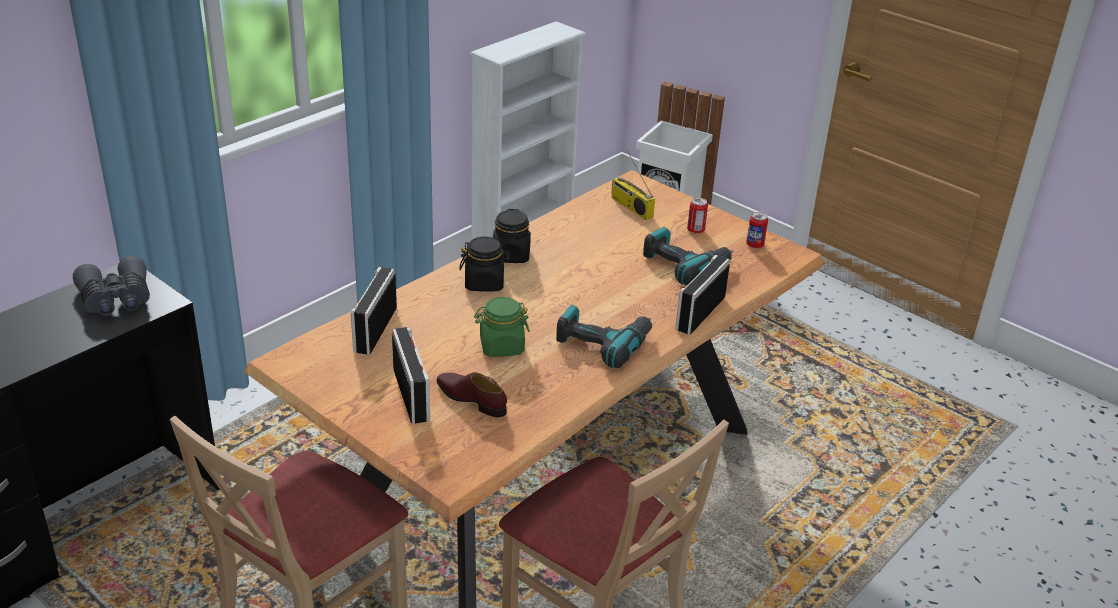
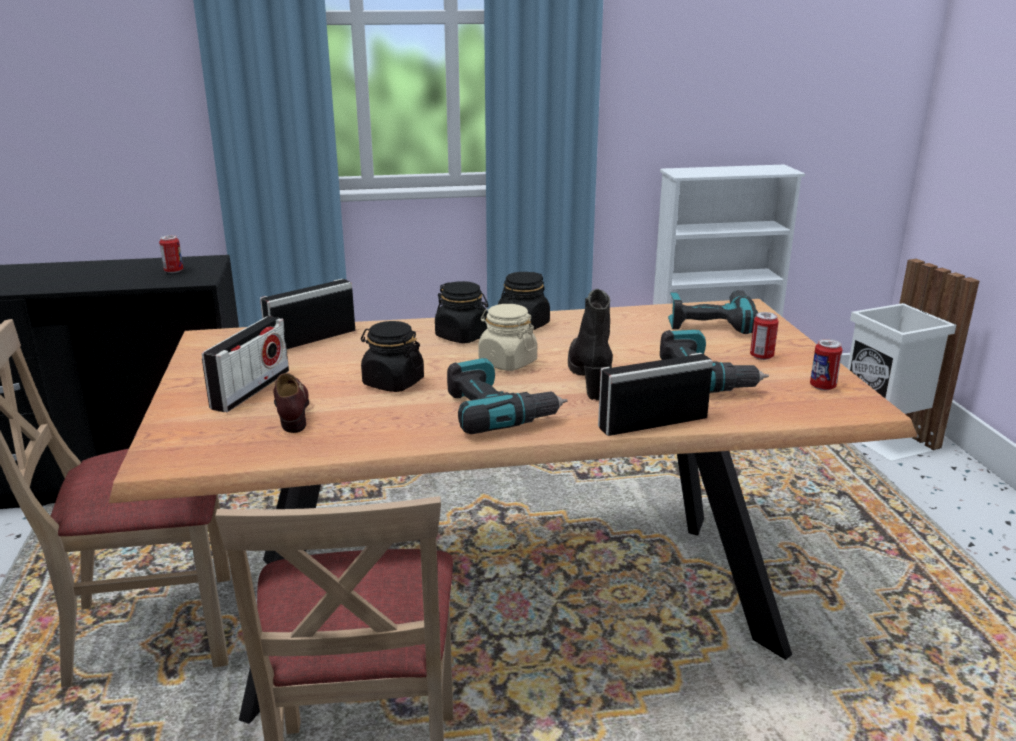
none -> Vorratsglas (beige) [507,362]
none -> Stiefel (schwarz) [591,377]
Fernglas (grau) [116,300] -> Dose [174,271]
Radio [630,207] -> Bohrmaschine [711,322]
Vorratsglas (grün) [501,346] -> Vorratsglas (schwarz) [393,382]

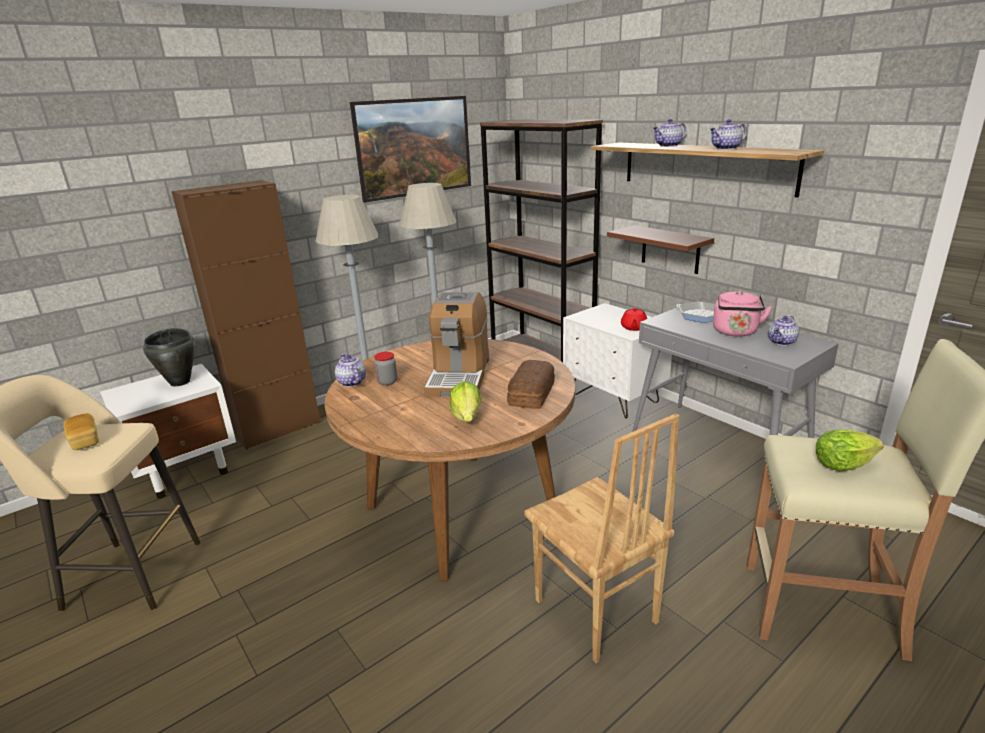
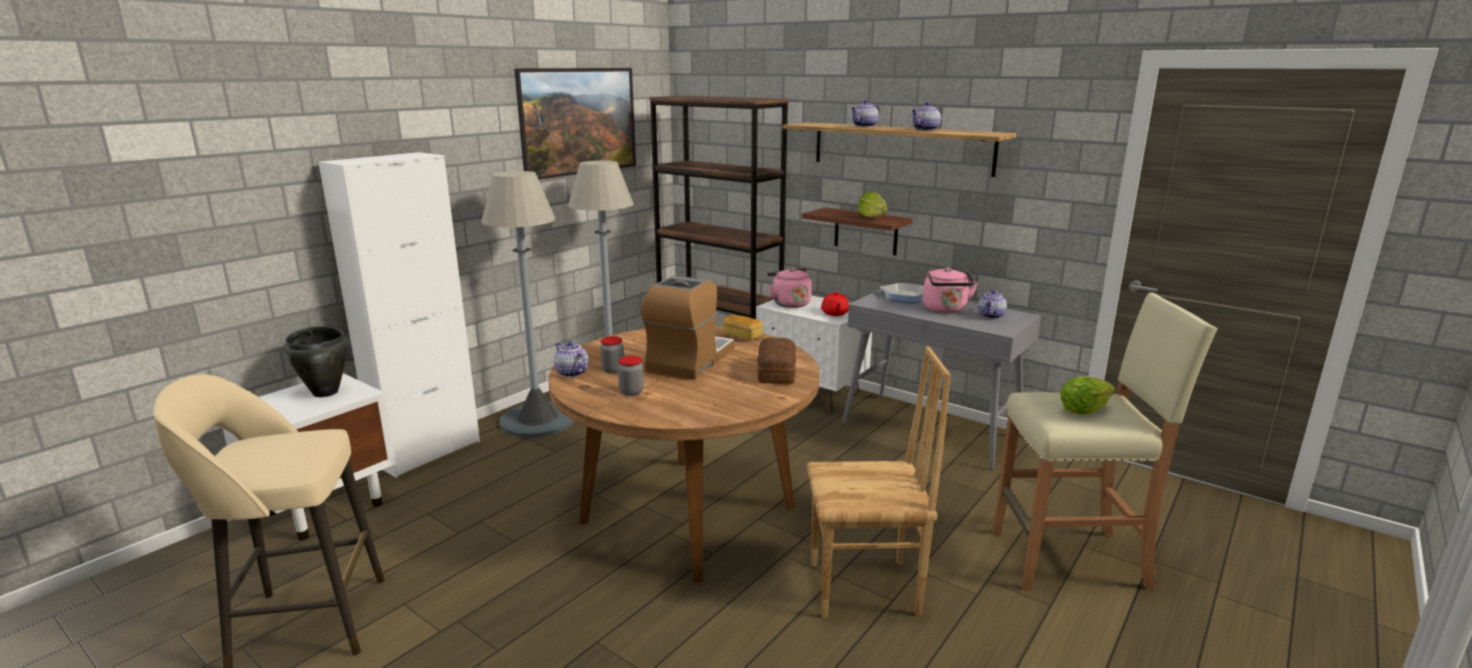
none -> Vorratsglas [631,392]
none -> Wasserkessel (rosa) [789,303]
Brot [85,441] -> Brot [742,336], move
Salatkopf [467,417] -> Salatkopf [872,217], move
Schrank (braun) [278,429] -> Schrank (weiß) [428,452]
Kaffeemaschine [459,376] -> Kaffeemaschine [690,360], 150 degrees counterclockwise
Stuhl (braun) [594,613] -> Stuhl (braun) [865,589], 45 degrees counterclockwise

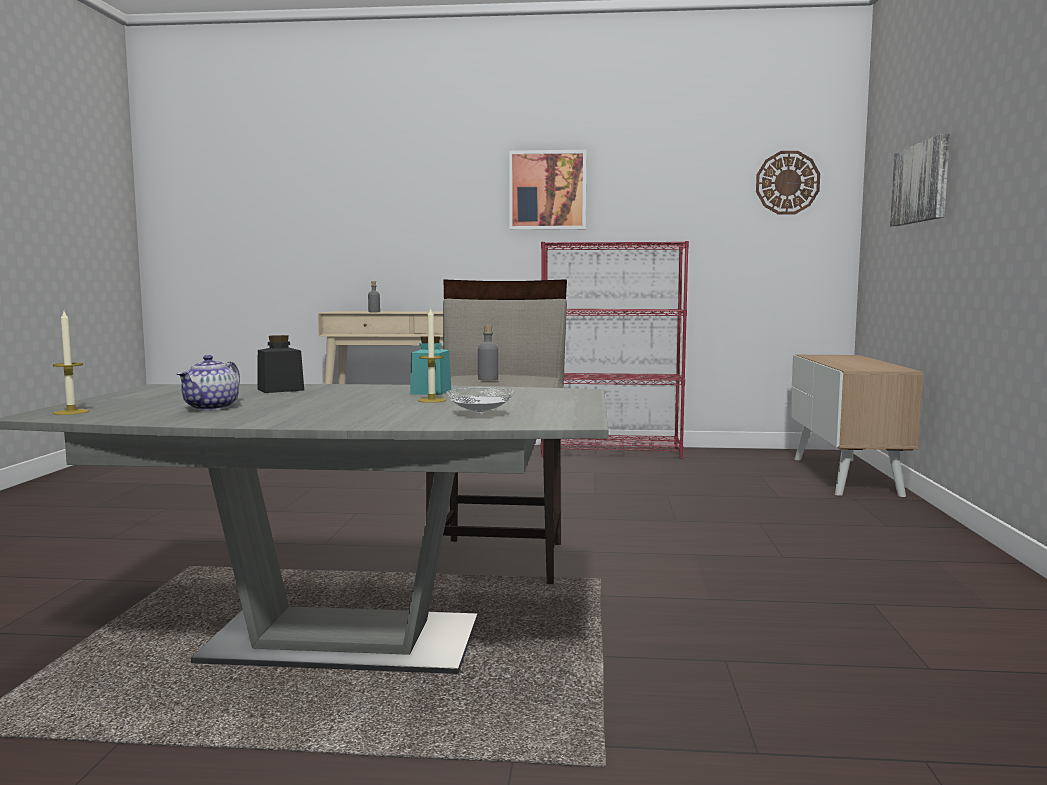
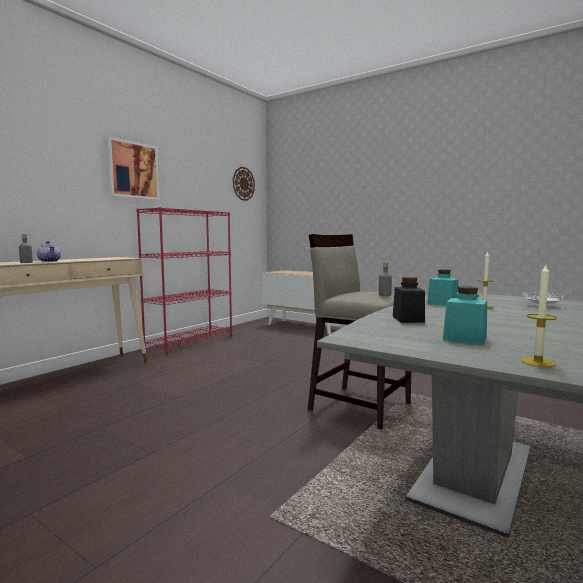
Bild [921,183] -> none
none -> Vorratsglas (türkis) [464,338]
Teekanne [211,407] -> Teekanne [50,261], move

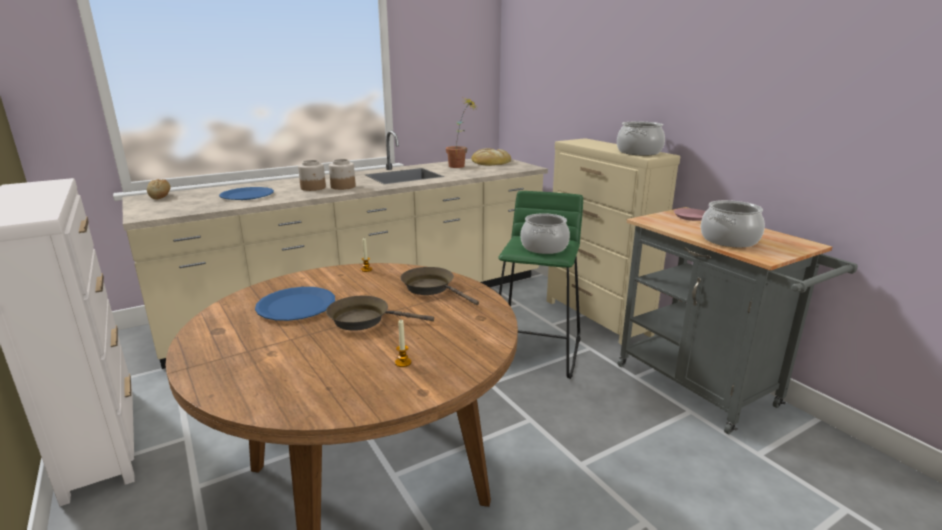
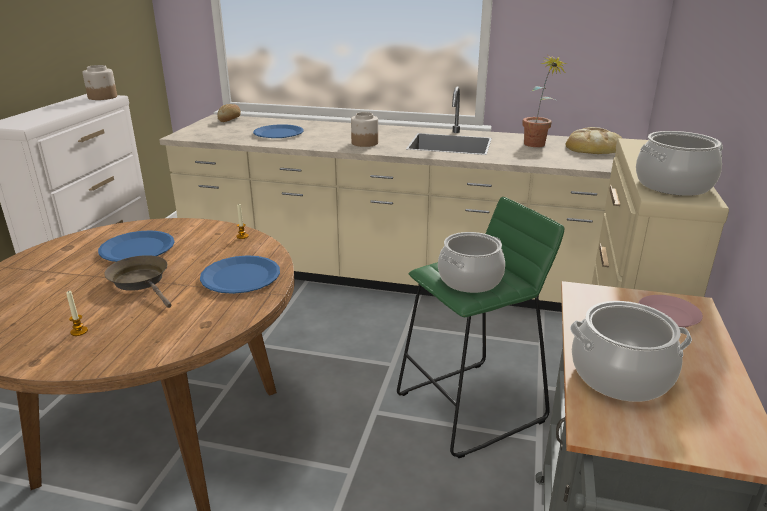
Vorratsglas [313,188] -> Vorratsglas [102,97], move
Pfanne (braun) [431,288] -> Teller (blau) [241,276]

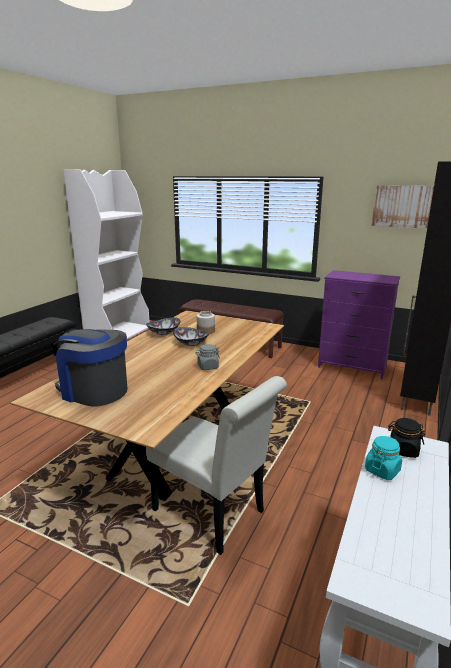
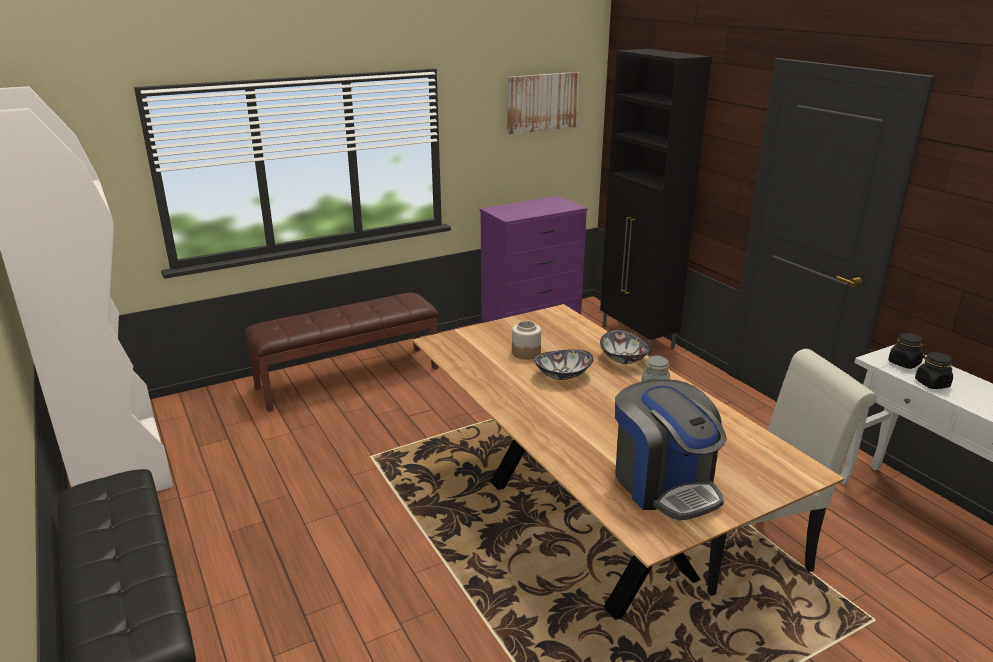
Schüssel [164,333] -> Schüssel [624,359], move
Vorratsglas (türkis) [382,470] -> Vorratsglas (schwarz) [931,383]
Kaffeemaschine [94,391] -> Kaffeemaschine [664,484], 90 degrees counterclockwise

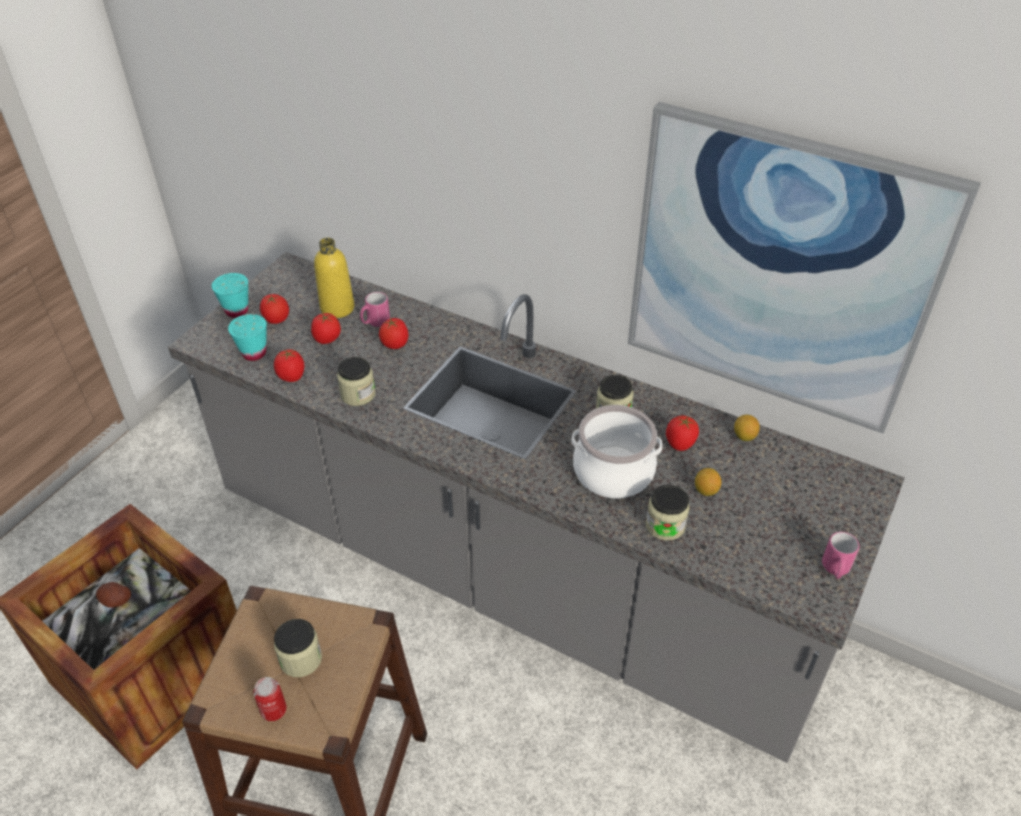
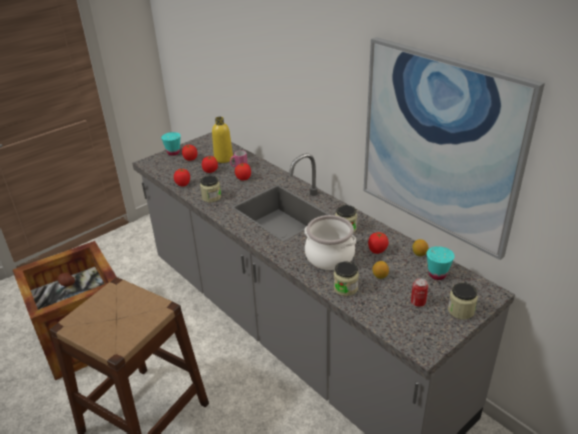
Henkelbecher (rosa) [835,569] -> none
Tasse (türkis) [254,353] -> Tasse (türkis) [437,274], move
Dose [273,710] -> Dose [418,302], move
Vorratsglas [301,659] -> Vorratsglas [460,310], move

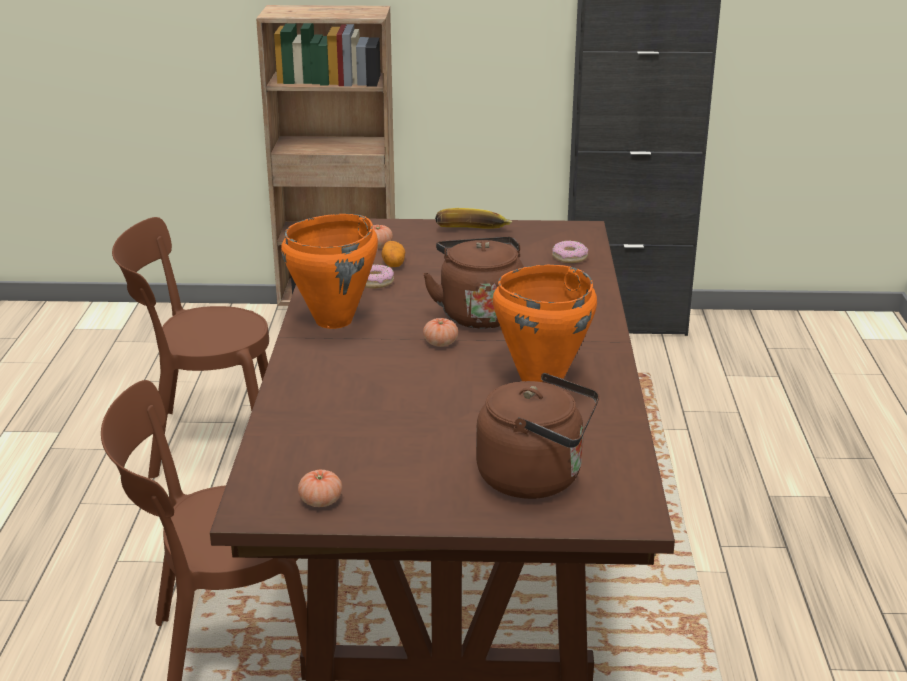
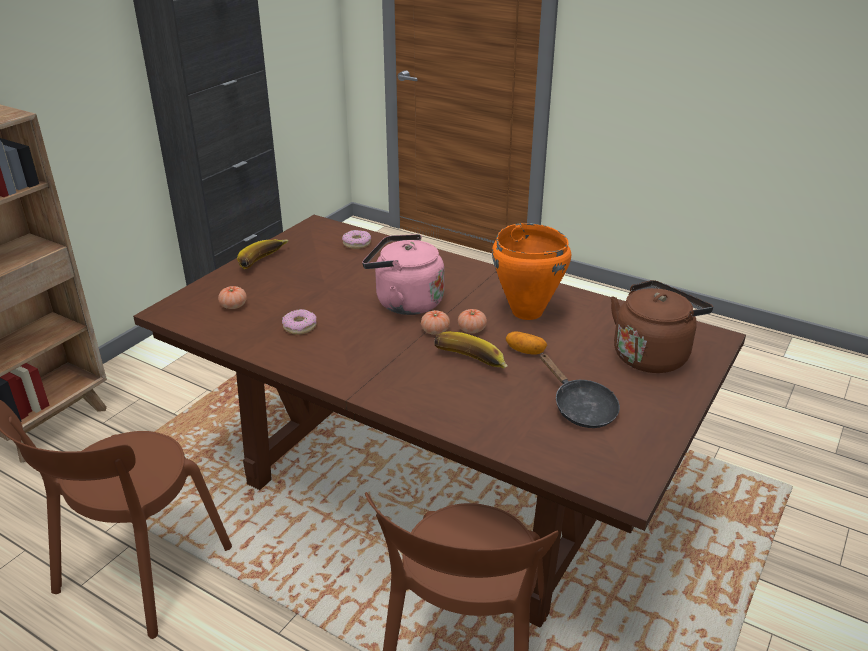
Kochtopf (orange) [334,320] -> none
none -> Banane [469,363]
none -> Pfanne (schwarz) [580,408]
Tomate [320,501] -> Tomate [472,329], move
Kartoffel [393,263] -> Kartoffel [525,351], move
Wasserkessel (braun) [479,313] -> Wasserkessel (rosa) [404,302]

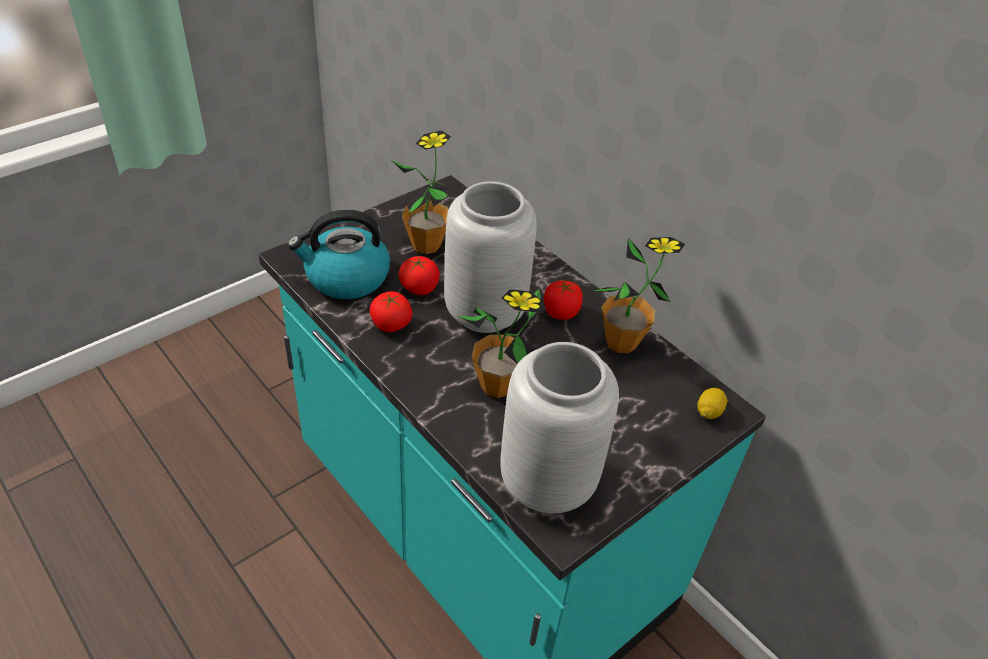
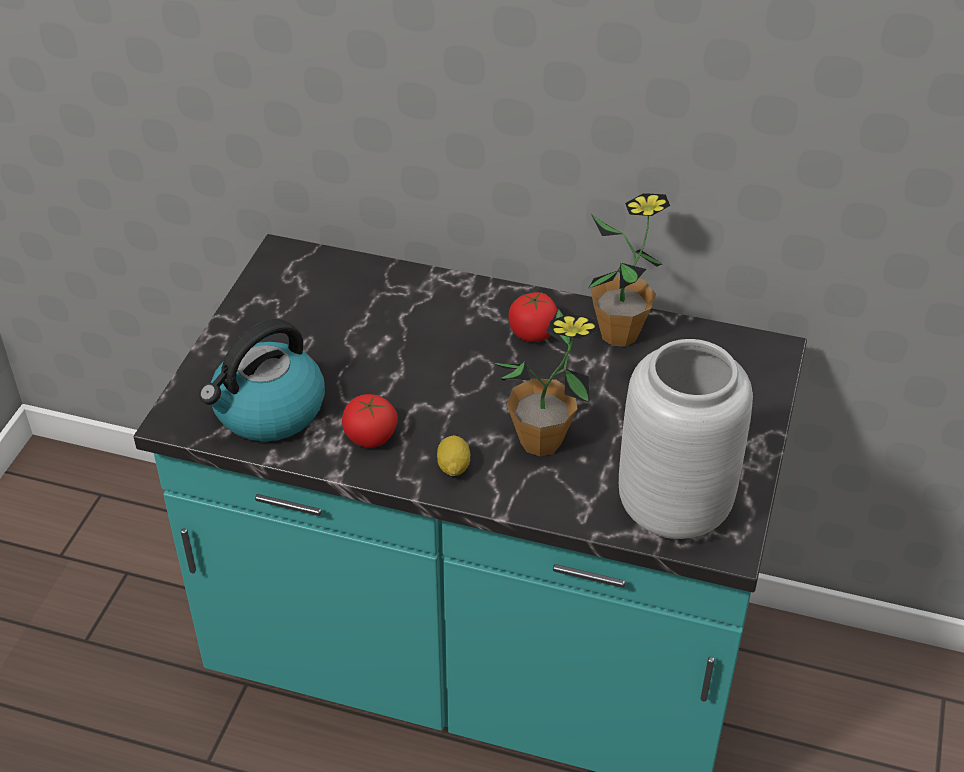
Topfpflanze [426,245] -> none
Tomate [419,288] -> none
Vase (grau) [485,311] -> none
Zitrone [709,411] -> Zitrone [453,466], move

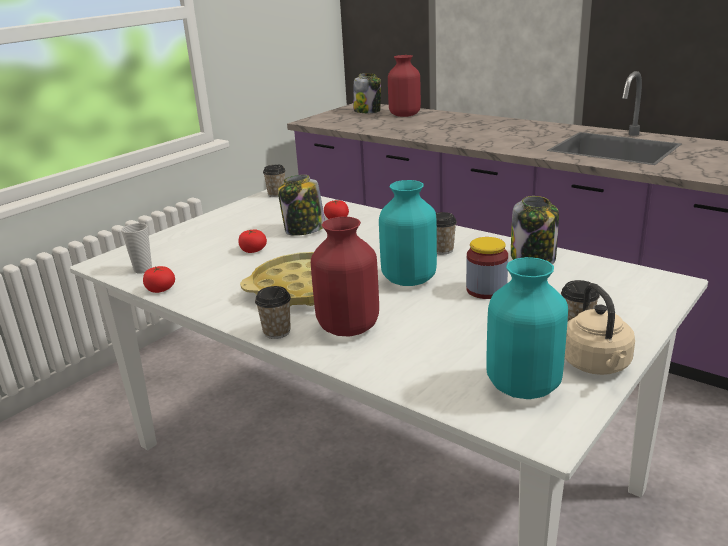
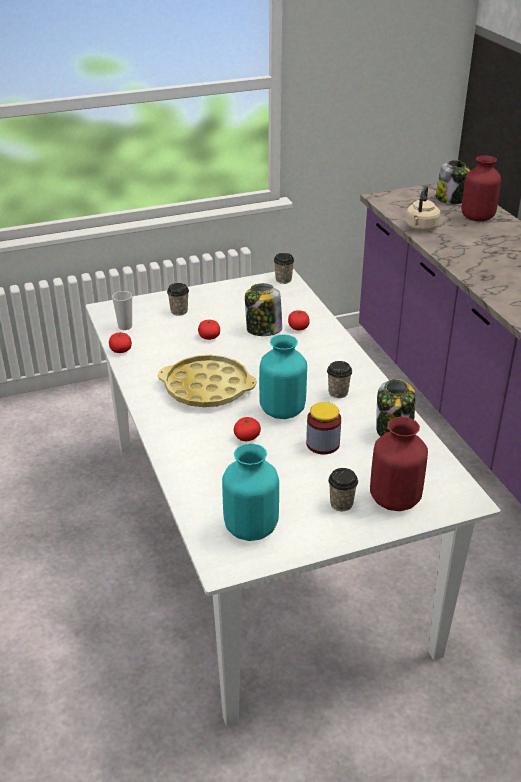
none -> Tomate [247,437]
Tasse [277,332] -> Tasse [179,311], move
Vase (rot) [347,327] -> Vase (rot) [394,499], move
Wasserkessel (beige) [597,365] -> Wasserkessel (beige) [421,228], move

